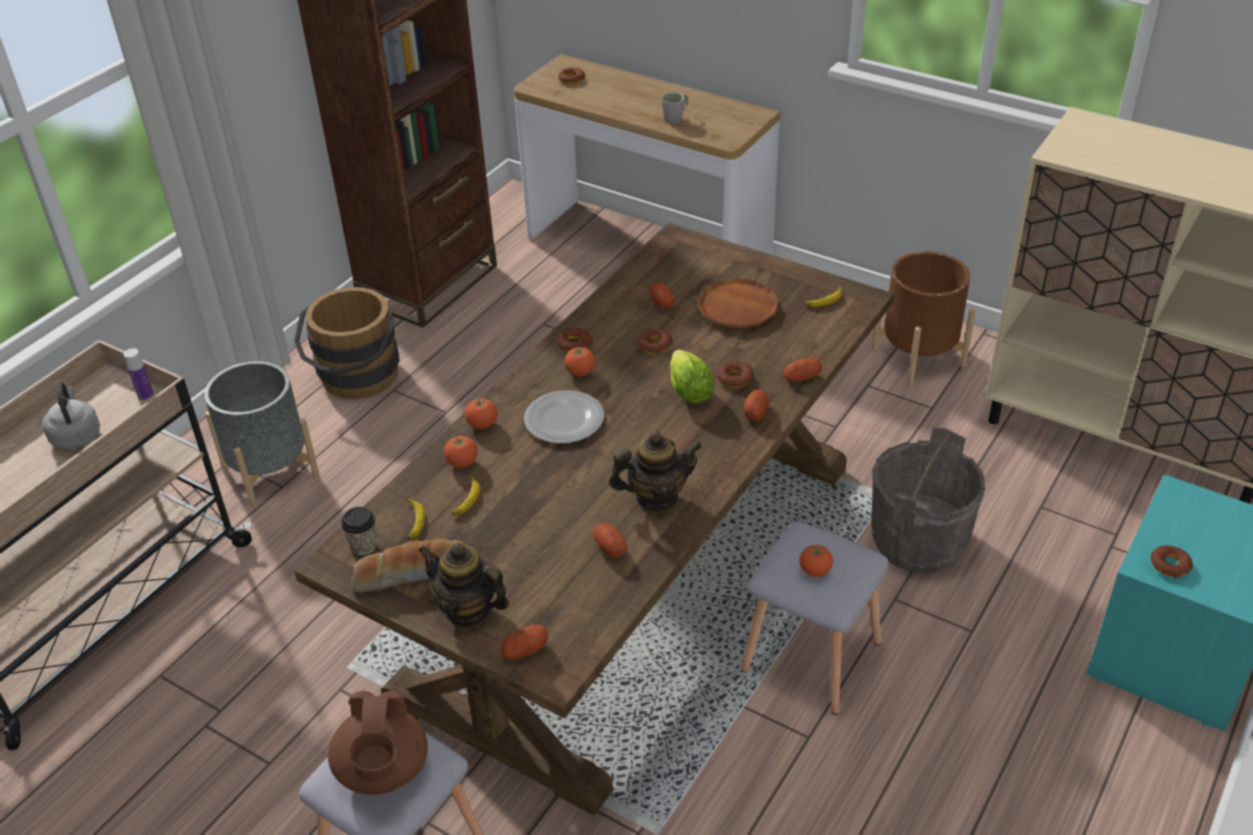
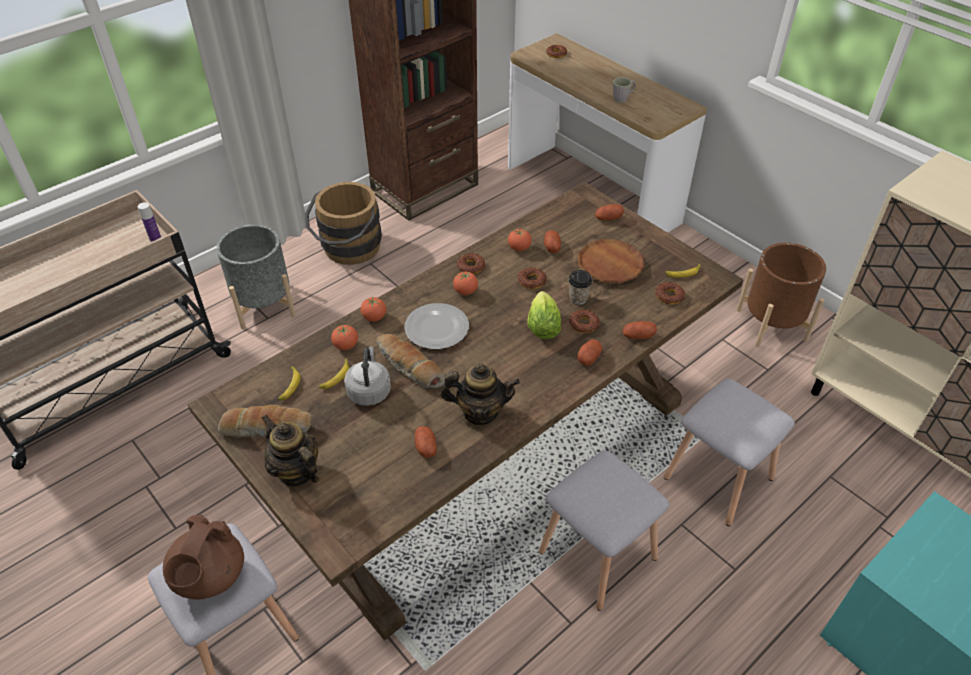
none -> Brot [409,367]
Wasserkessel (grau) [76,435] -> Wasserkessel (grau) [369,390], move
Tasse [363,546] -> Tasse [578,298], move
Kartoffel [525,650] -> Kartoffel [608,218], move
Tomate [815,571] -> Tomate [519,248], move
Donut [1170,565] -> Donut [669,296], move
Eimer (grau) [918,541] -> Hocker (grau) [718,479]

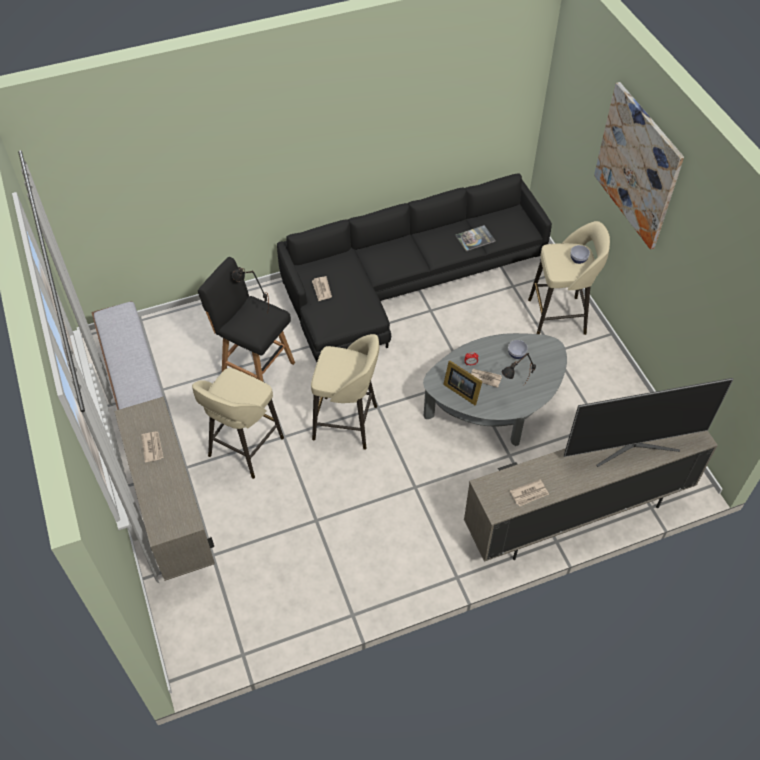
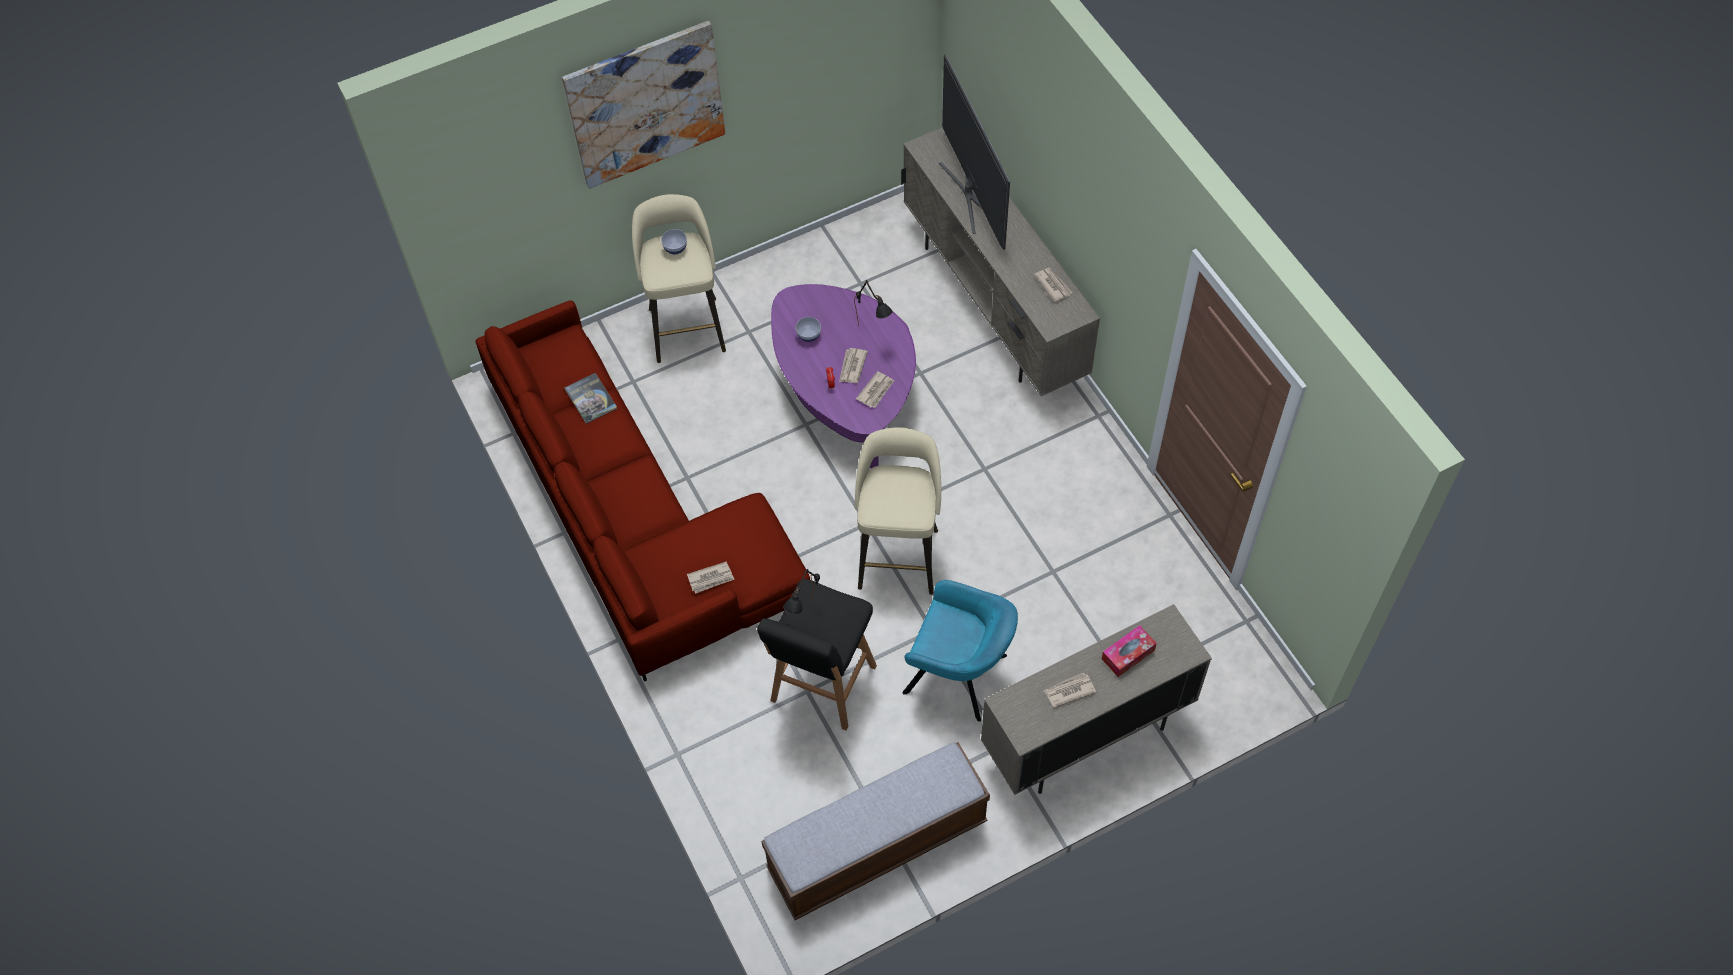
none -> Taschentuchbox [1128,654]
Hocker (beige) [244,448] -> Sessel (türkis) [959,675]
Bilderrahmen [461,390] -> Zeitung [876,391]
Sofa (schwarz) [404,283] -> Sofa (rot) [635,515]
Couchtisch (grau) [494,405] -> Couchtisch (lila) [845,392]

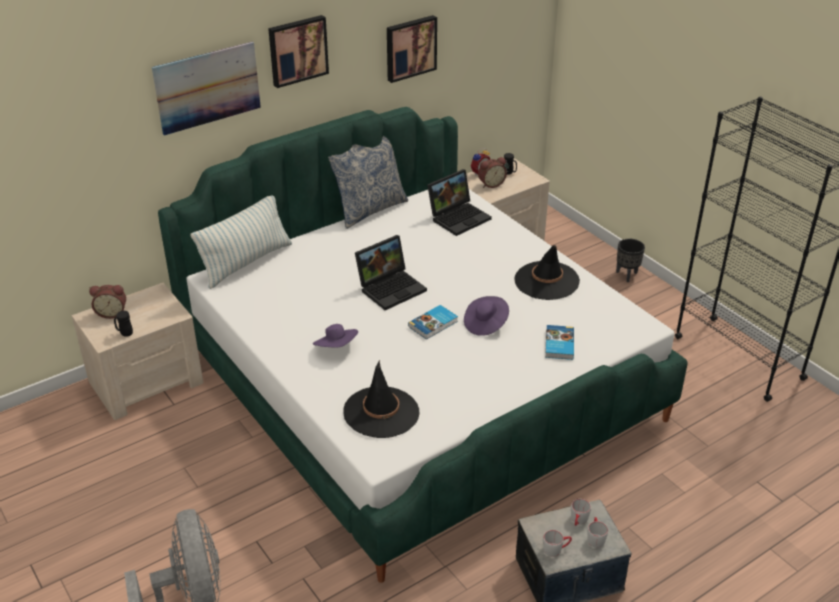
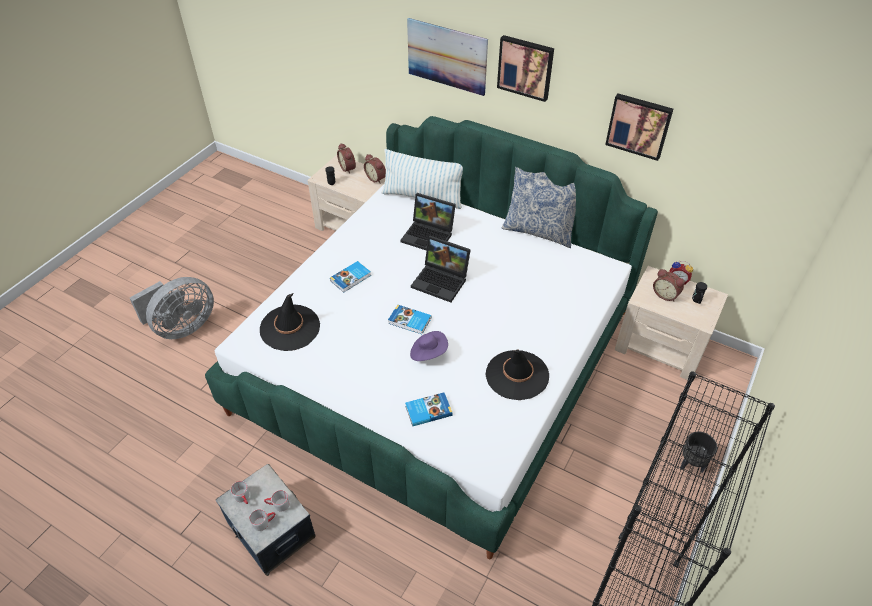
none -> Wecker [376,178]
Laptop [459,217] -> Laptop [429,235], move
Hut (lila) [336,347] -> Buch [351,278]

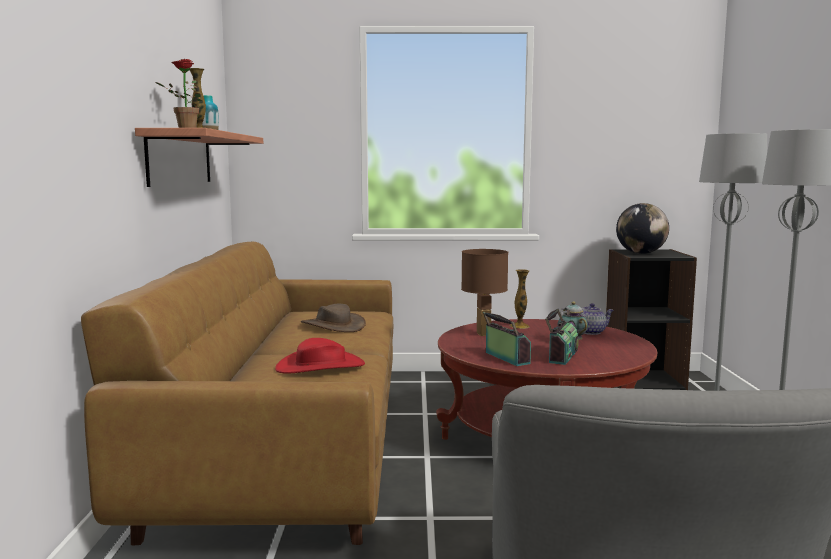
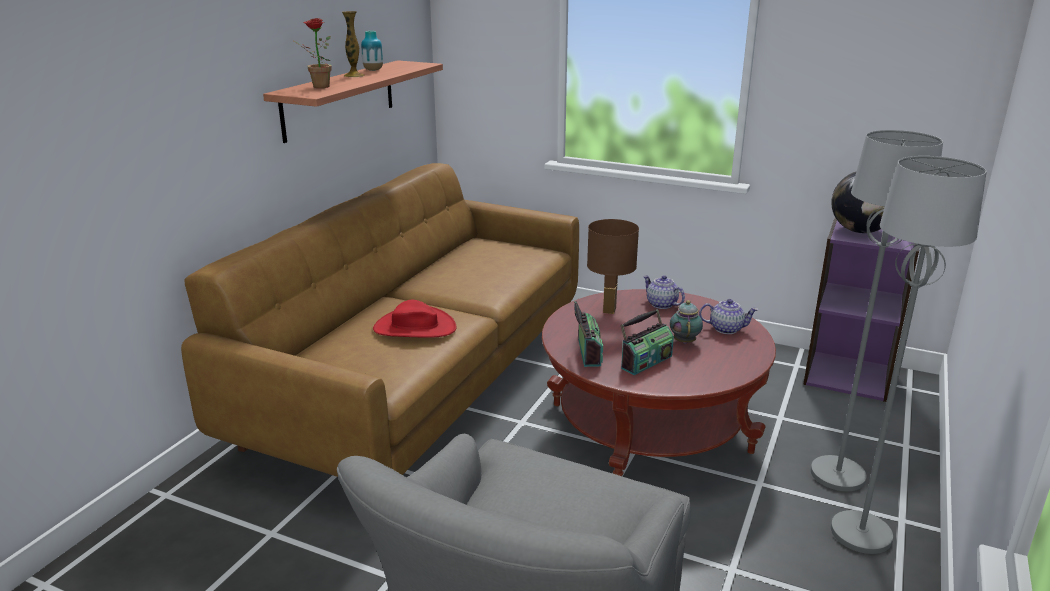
Hut (braun) [333,326] -> none
Vase [519,326] -> Teekanne [661,304]
Bücherregal (schwarz) [643,380] -> Bücherregal (lila) [847,375]

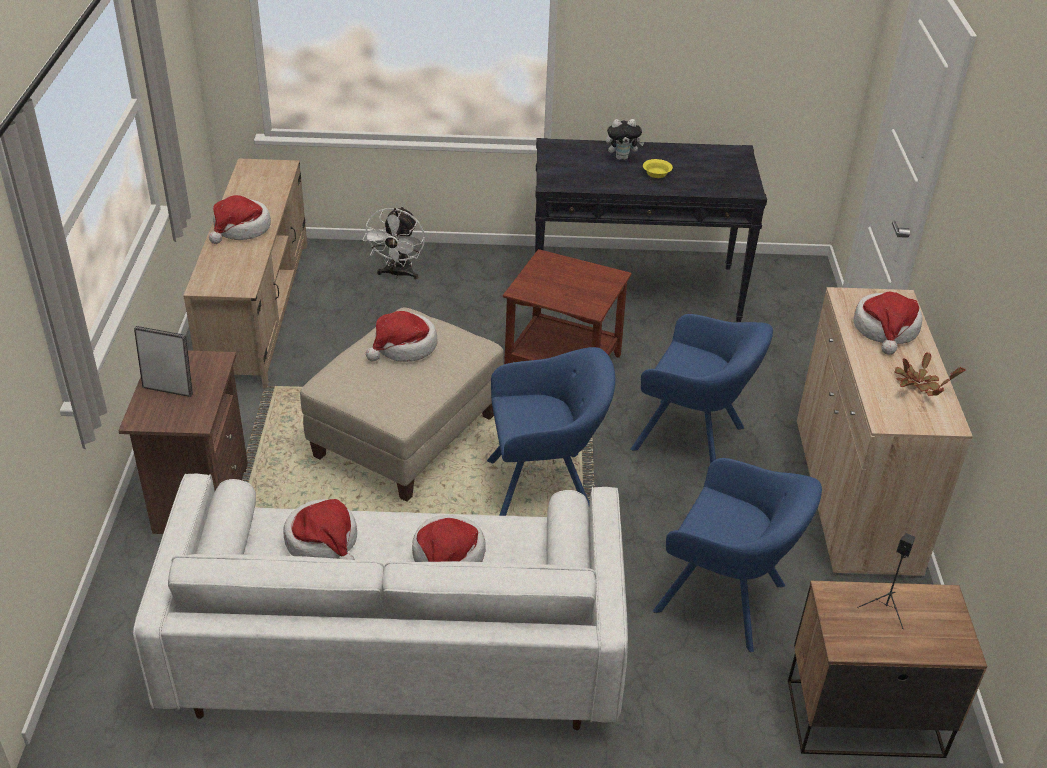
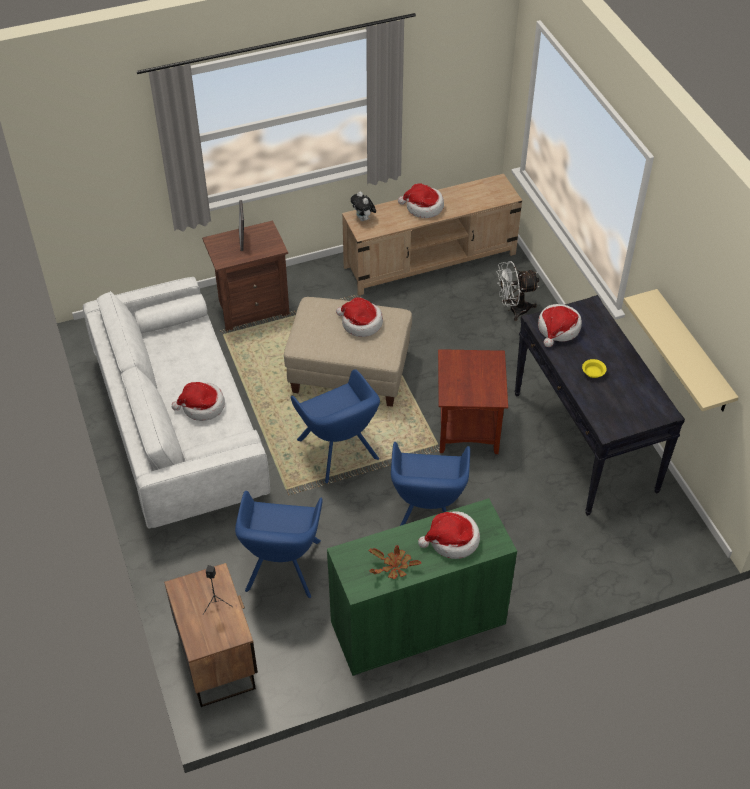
none -> Wandregal (beige) [692,352]
Hut [323,542] -> Hut [558,329], move
Plüschtier [622,158] -> Plüschtier [363,219], move
Schrank (beige) [854,496] -> Schrank (grün) [417,624]

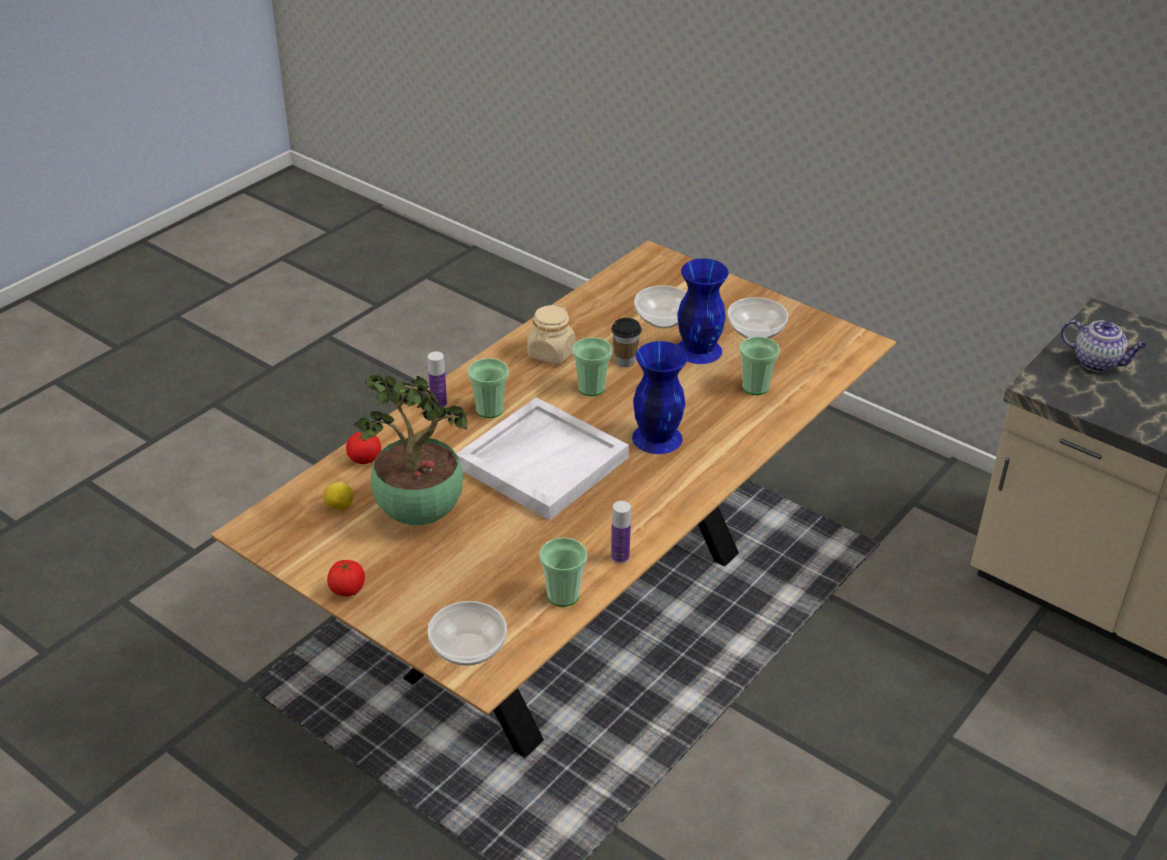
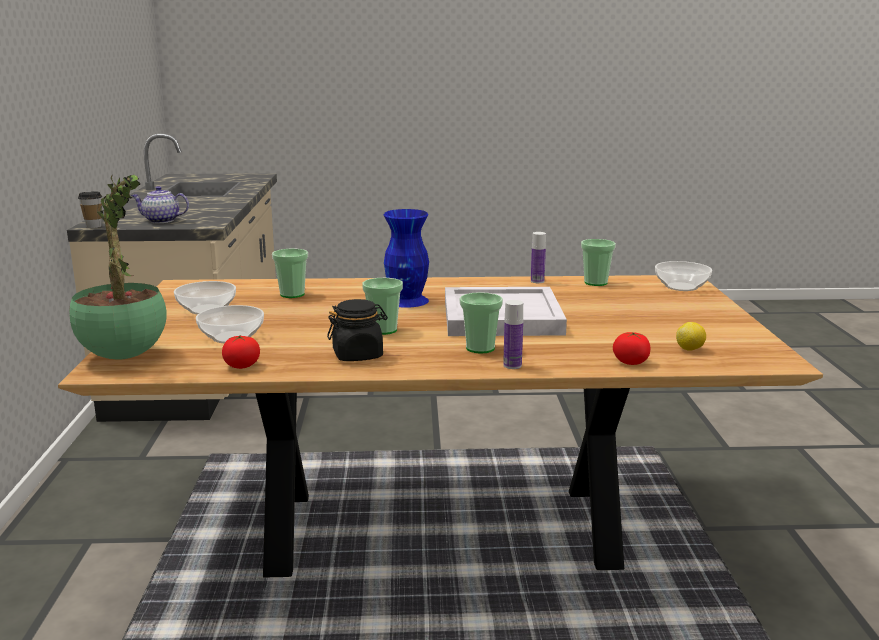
Vase (blau) [698,350] -> none
Tomate [347,589] -> Tomate [242,366], move
Topfpflanze [422,514] -> Topfpflanze [123,355], move
Tasse [625,361] -> Tasse [93,226], move
Vorratsglas (beige) [551,353] -> Vorratsglas (schwarz) [358,355]
Teekanne [1097,362] -> Teekanne [161,221], 75 degrees counterclockwise

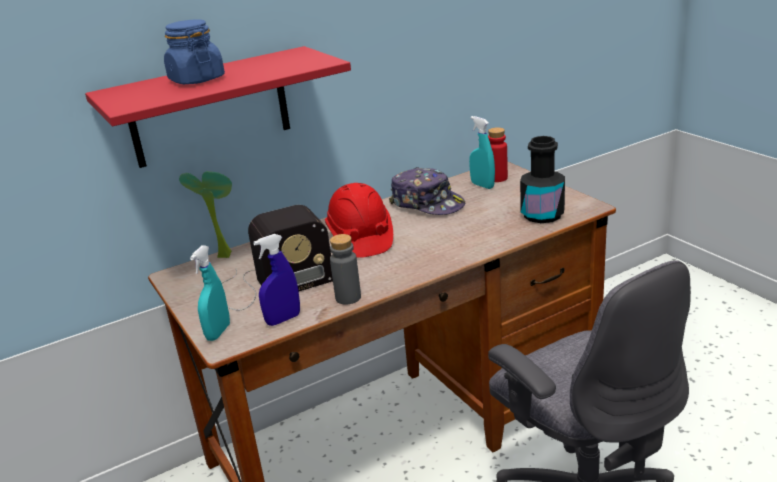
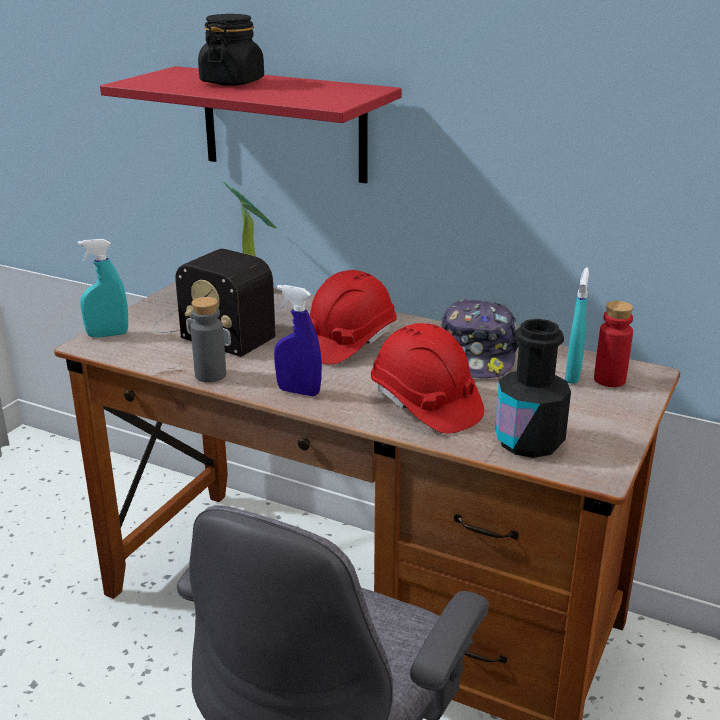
none -> Schutzhelm (rot) [425,405]
Sprühflasche (blau) [283,319] -> Sprühflasche (blau) [298,391], move
Vorratsglas (blau) [196,80] -> Vorratsglas (schwarz) [232,82]

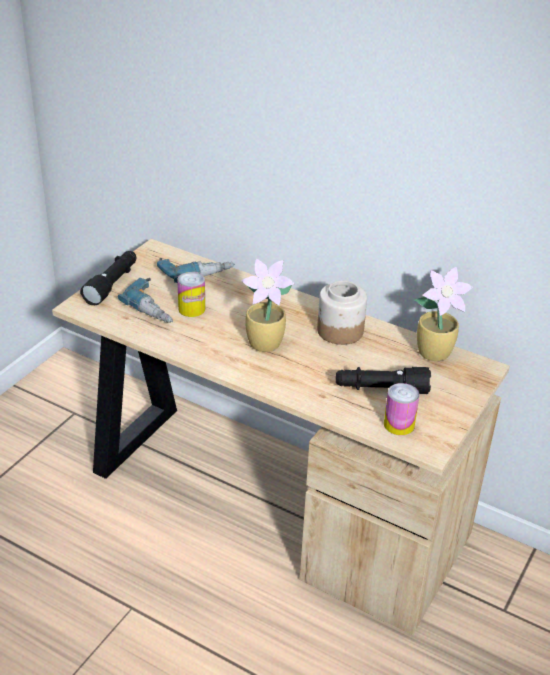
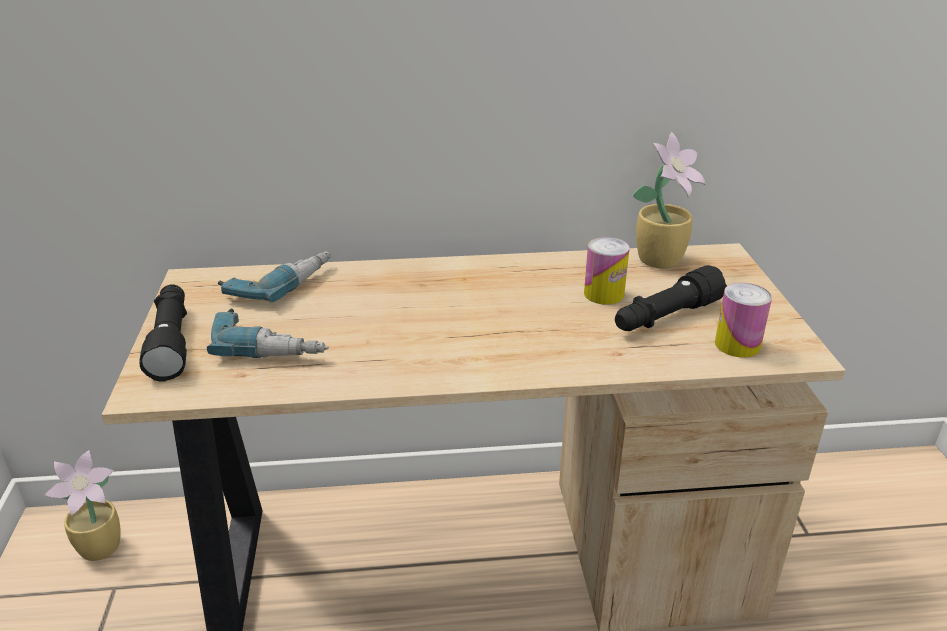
Vorratsglas [340,331] -> none
Dose [191,309] -> Dose [604,294], move
Topfpflanze [266,344] -> Topfpflanze [103,547], move

